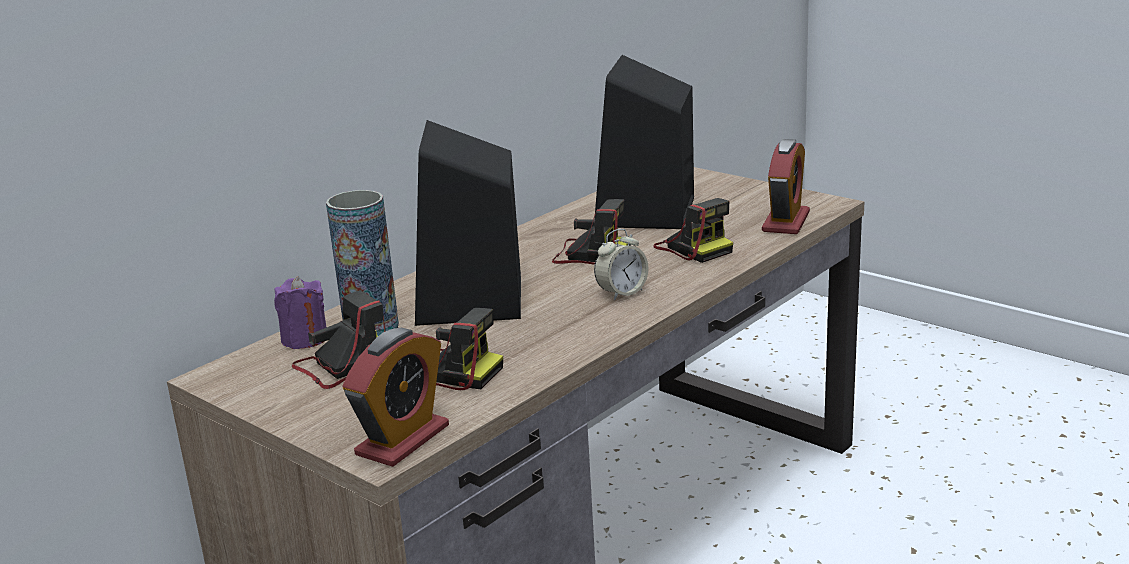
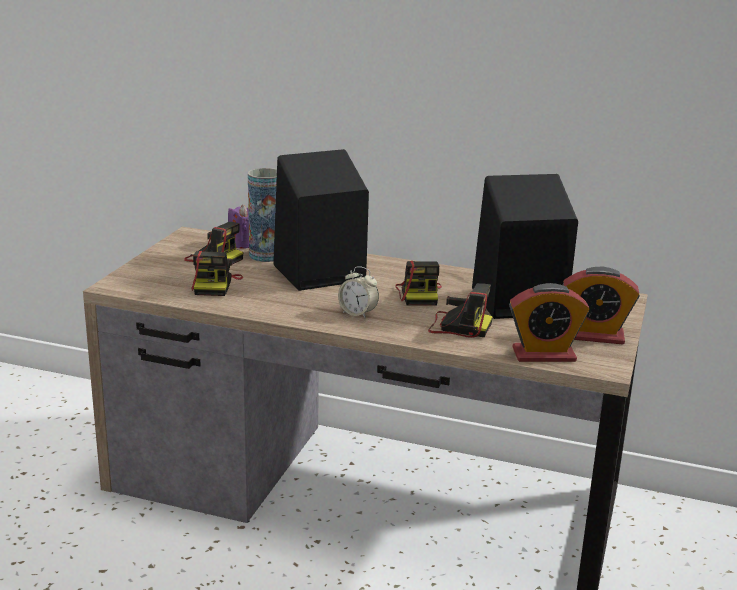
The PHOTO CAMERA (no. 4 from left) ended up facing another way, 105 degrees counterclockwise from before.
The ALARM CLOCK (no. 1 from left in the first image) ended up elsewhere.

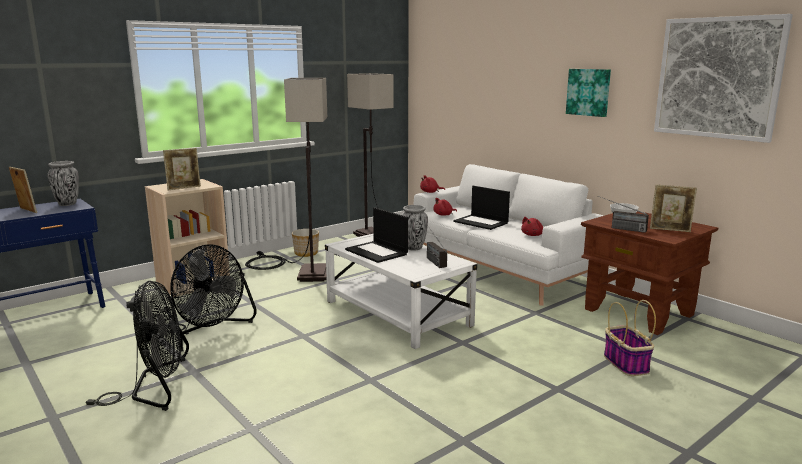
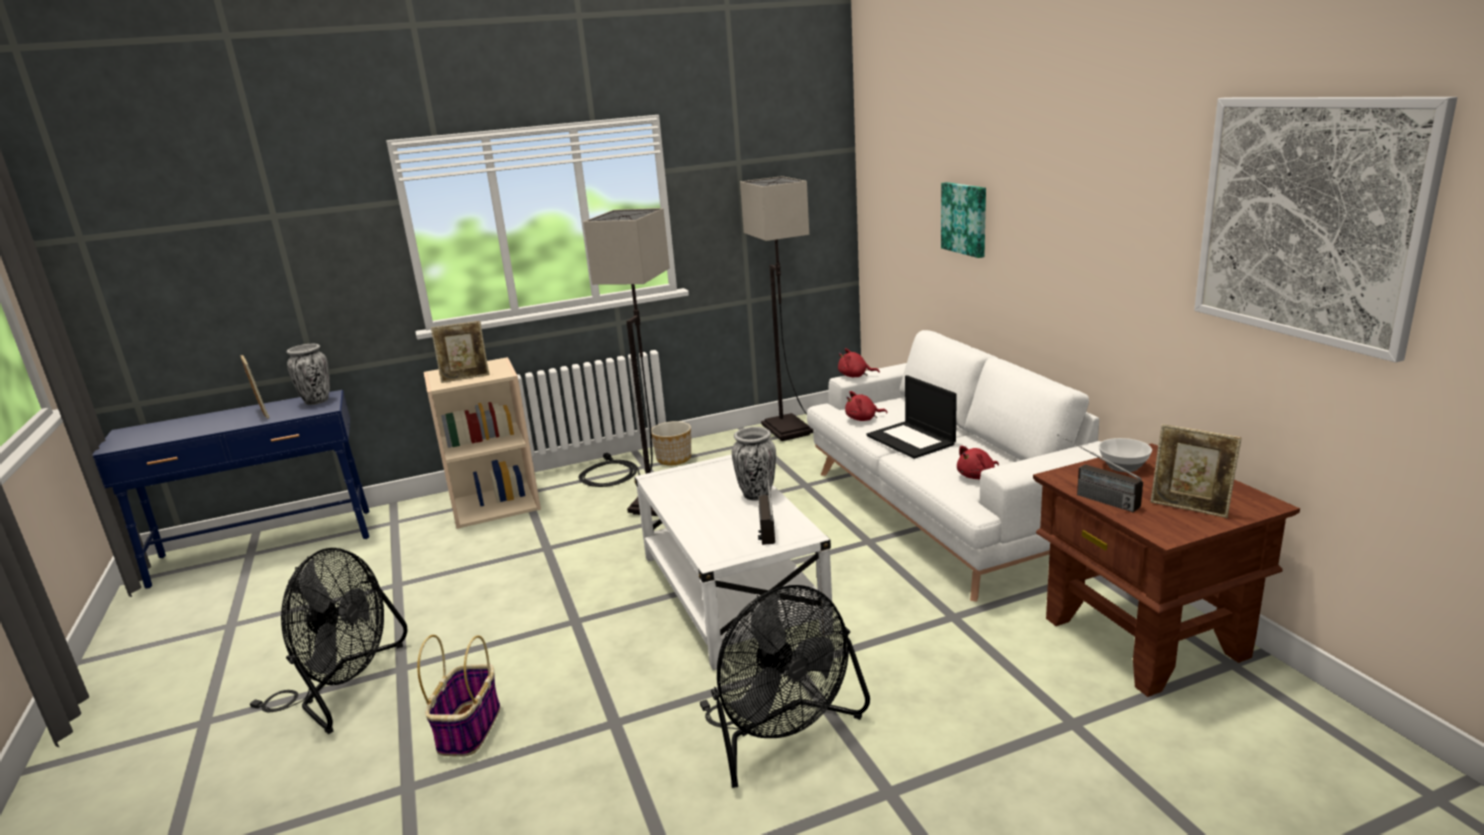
The PICTURE (no. 1 from left) ended up elsewhere.
The second view lost the LAPTOP (no. 1 from left).
The BLACK FAN (no. 2 from left) ended up elsewhere.
The BASKET ended up elsewhere.

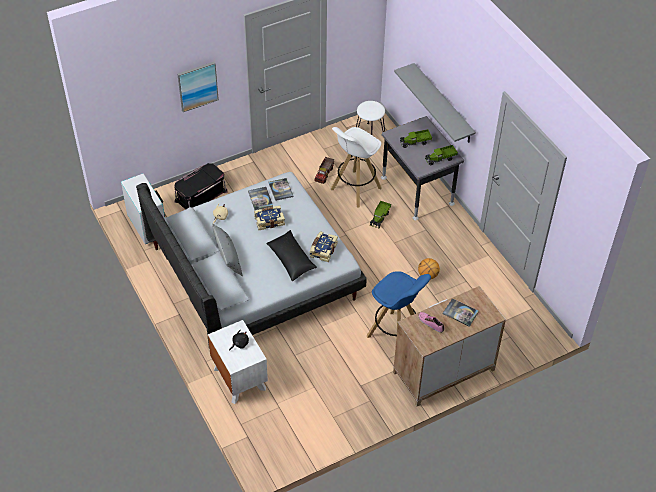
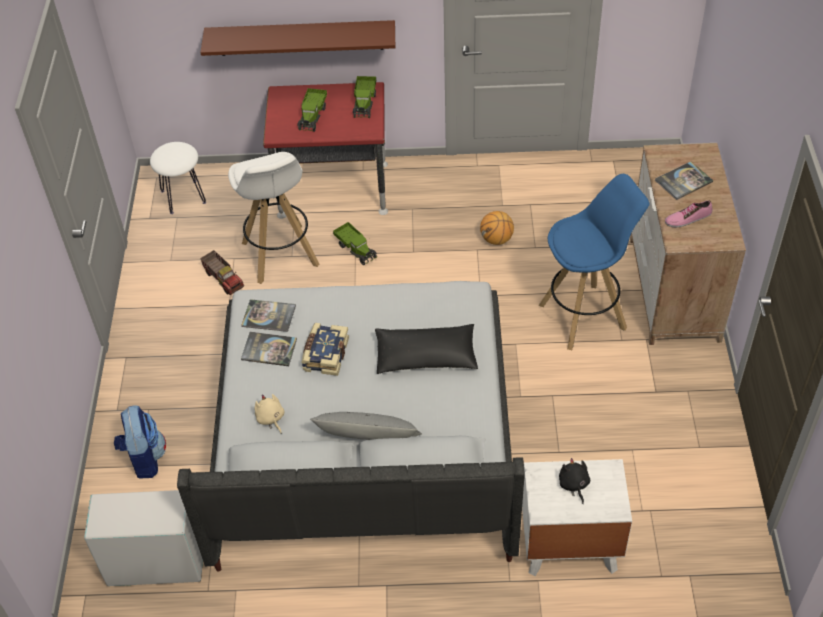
The second view lost the PICTURE.
What was the GREY SHELF turned into the BROWN SHELF.
What was the GREY DESK turned into the RED DESK.
Where the BLACK STORAGE BOX stood, the BACKPACK came to stand.
The second view lost the BOOK (no. 4 from left).

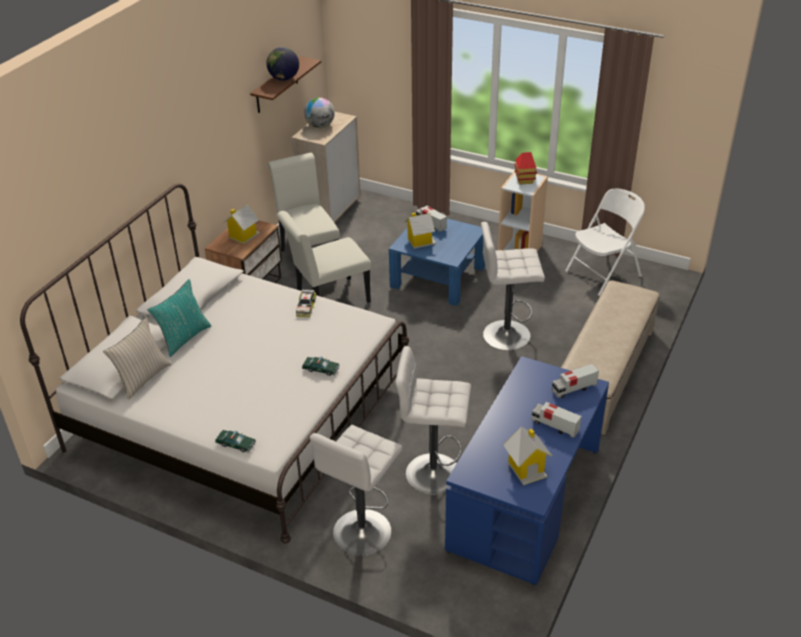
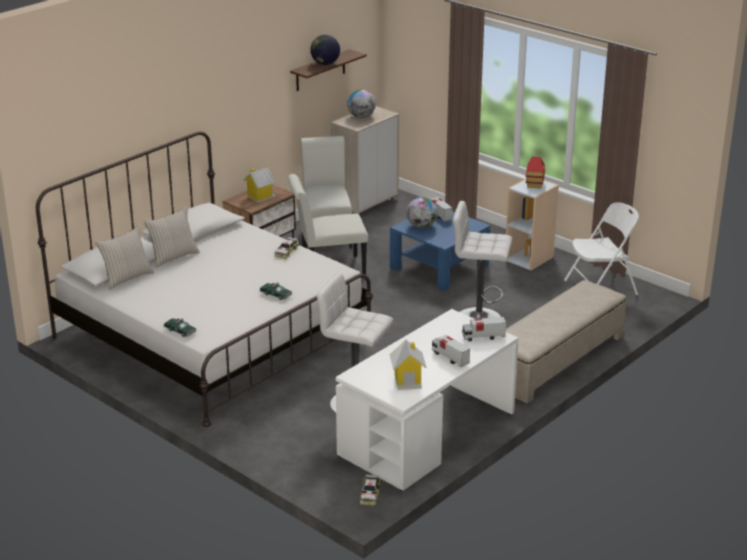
Where the TOY HOUSE (no. 2 from left) stood, the GLOBE (no. 3 from left) came to stand.
What was the TURQUOISE PILLOW turned into the BEIGE PILLOW (no. 2 from left).
What was the BLUE DESK turned into the WHITE DESK.
The second view lost the WHITE STOOL (no. 1 from left).
The second view gained the TOY CAR (no. 4 from left).

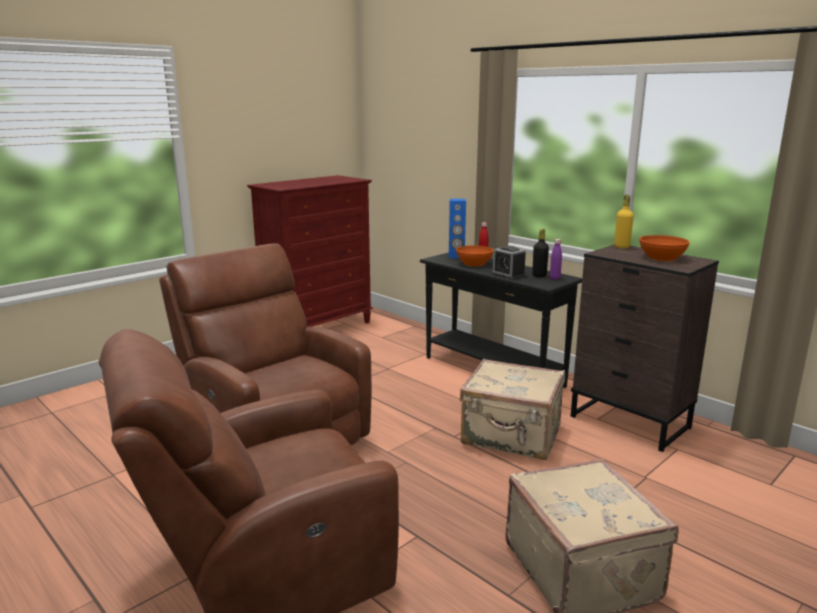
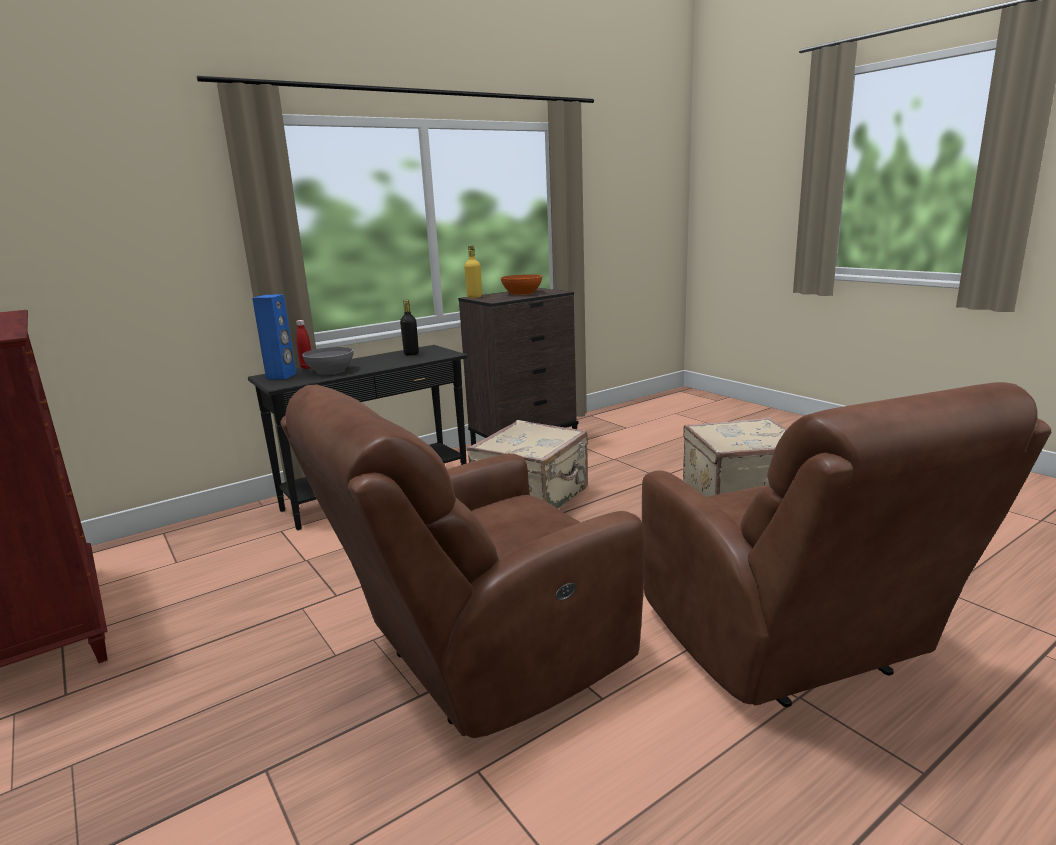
The second view lost the PURPLE BOTTLE.
What was the ORANGE BOWL (no. 1 from left) turned into the GREY BOWL.
The second view lost the ALARM CLOCK.

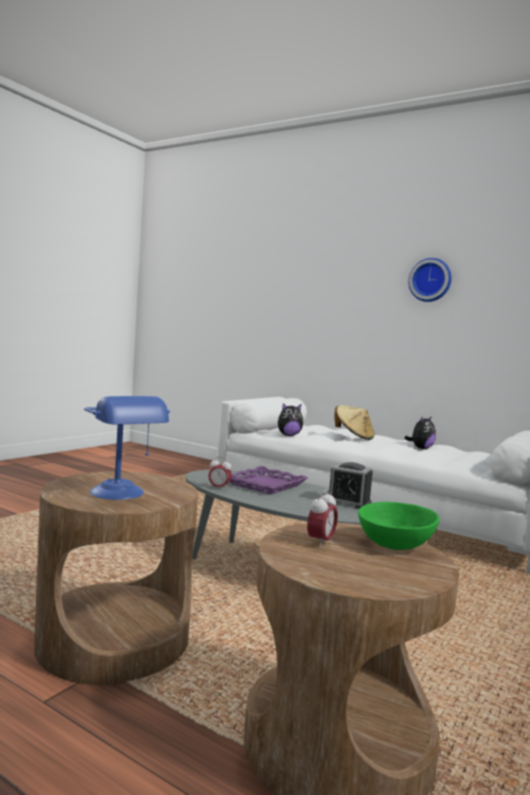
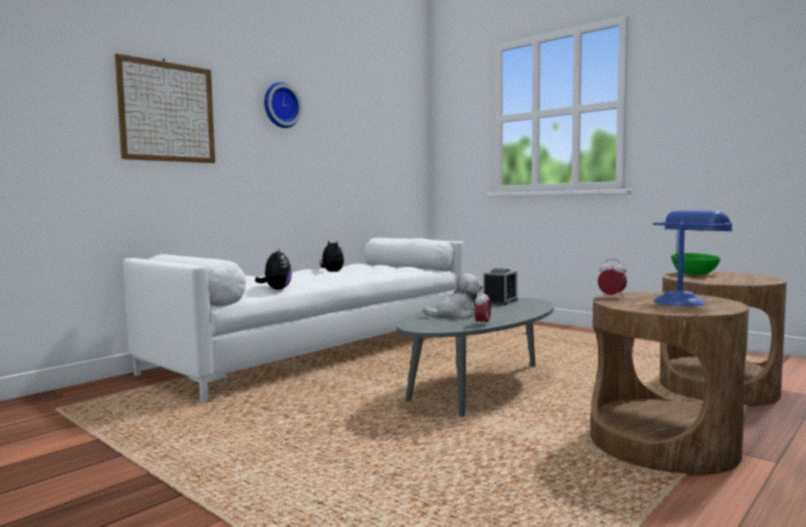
The second view lost the BEIGE HAT.
Where the PURPLE TRAY stood, the PLUSH TOY (no. 3 from left) came to stand.
The ALARM CLOCK (no. 2 from left in the first image) ended up elsewhere.
The second view gained the PICTURE.

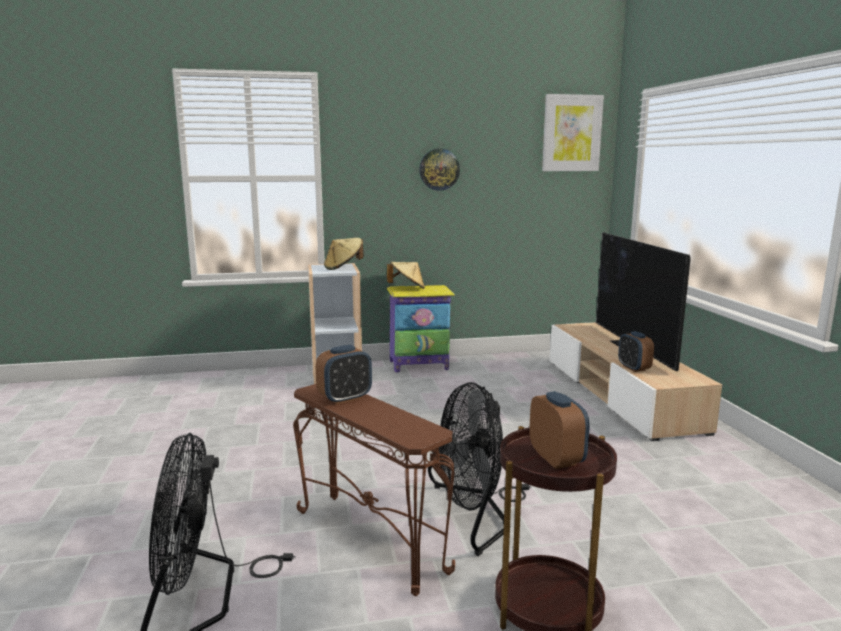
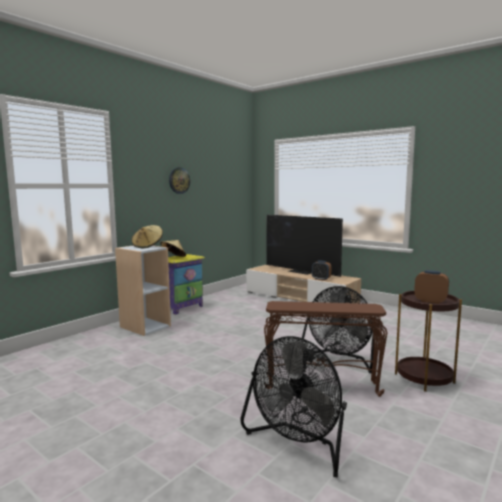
The second view lost the PICTURE.
The second view lost the ALARM CLOCK (no. 1 from left).

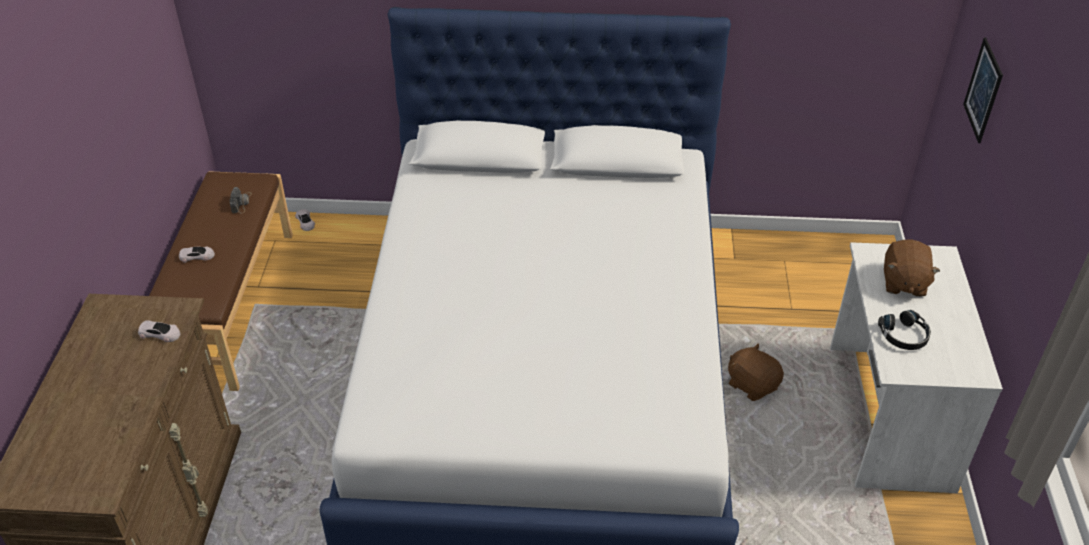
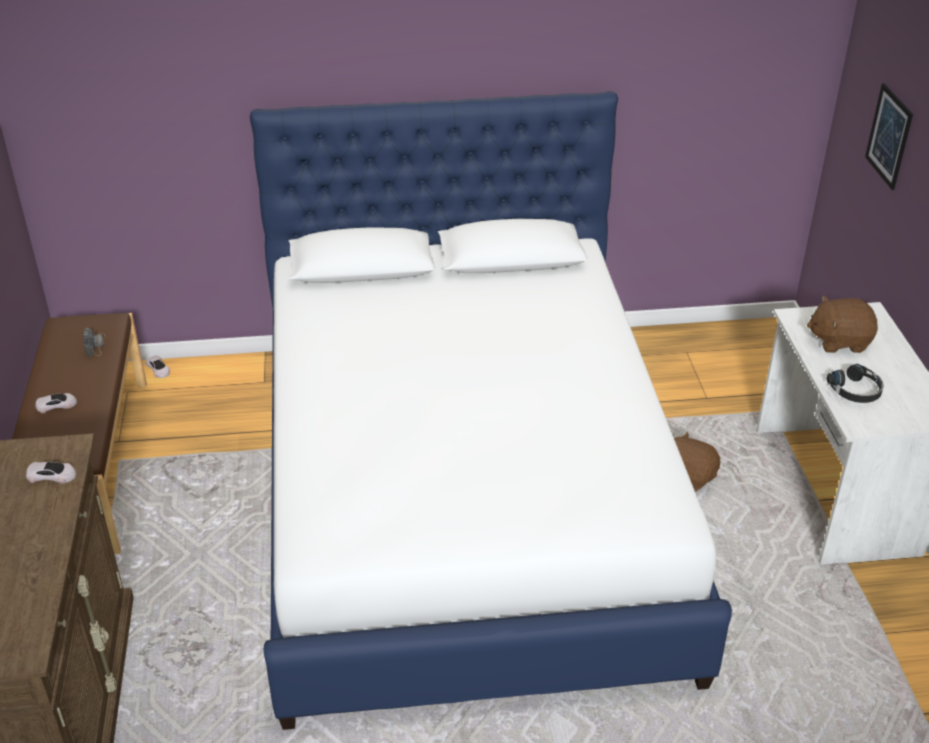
The BROWN PLUSH TOY (no. 2 from left) ended up facing another way, 90 degrees clockwise from before.

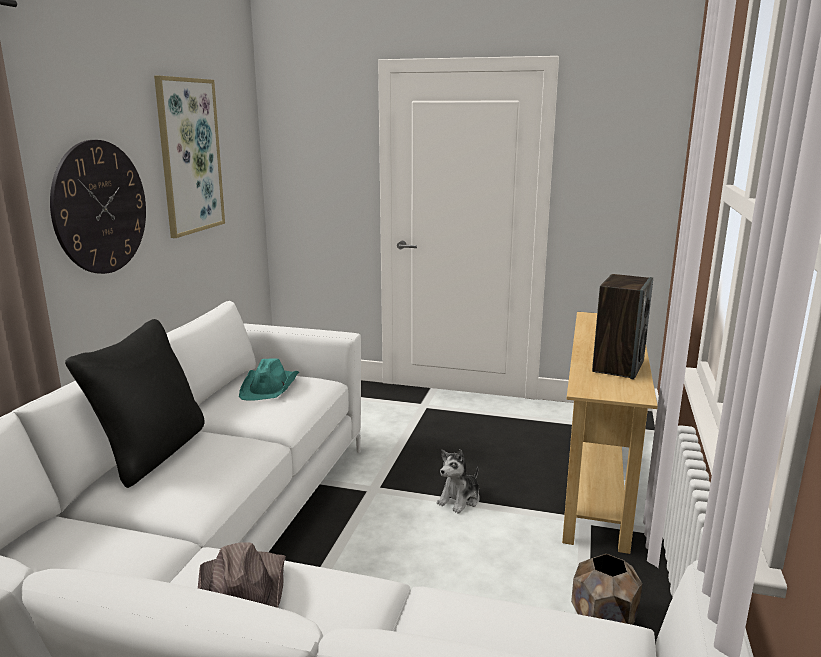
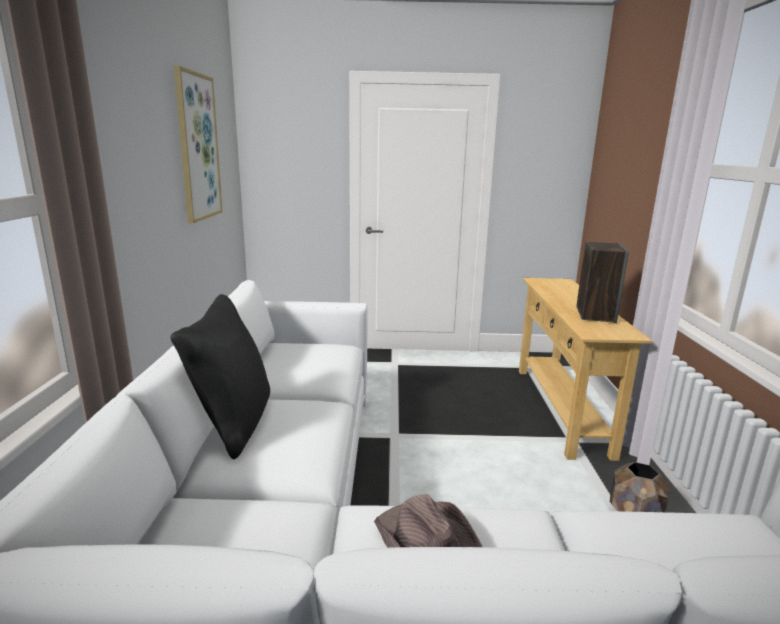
The second view lost the WALL CLOCK.
The second view lost the TURQUOISE HAT.
The second view lost the PLUSH TOY.

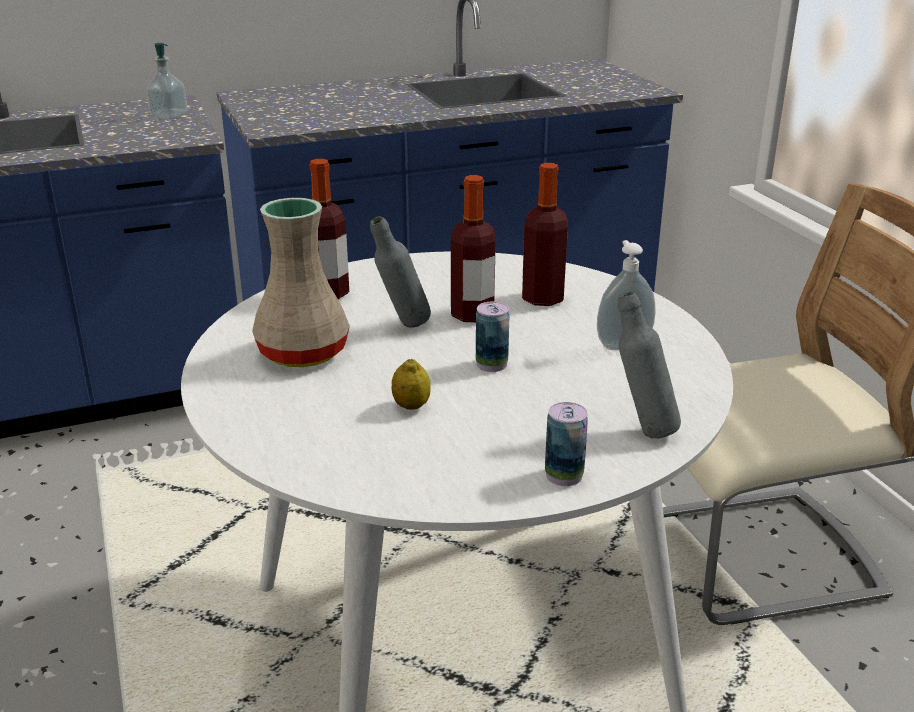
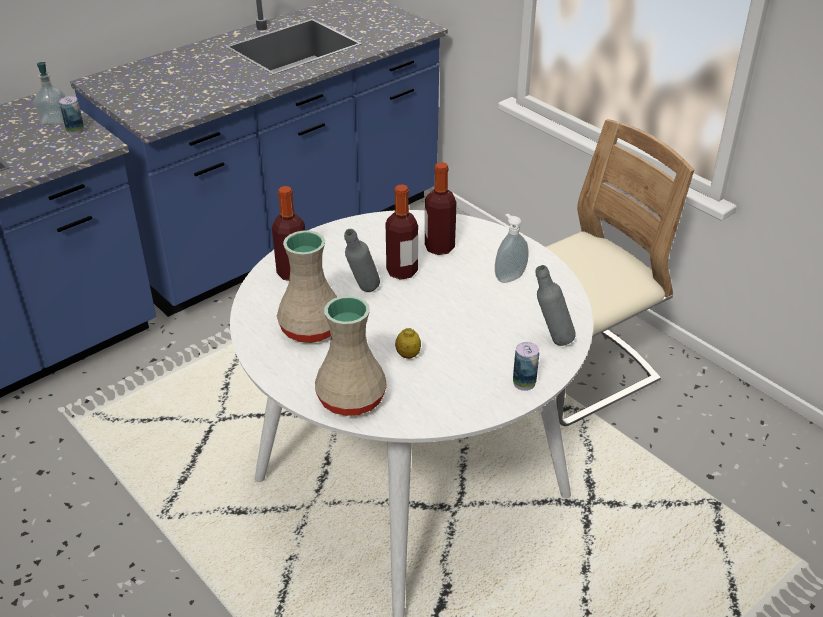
The CAN (no. 1 from left) ended up elsewhere.
The second view gained the BEIGE VASE (no. 2 from left).

